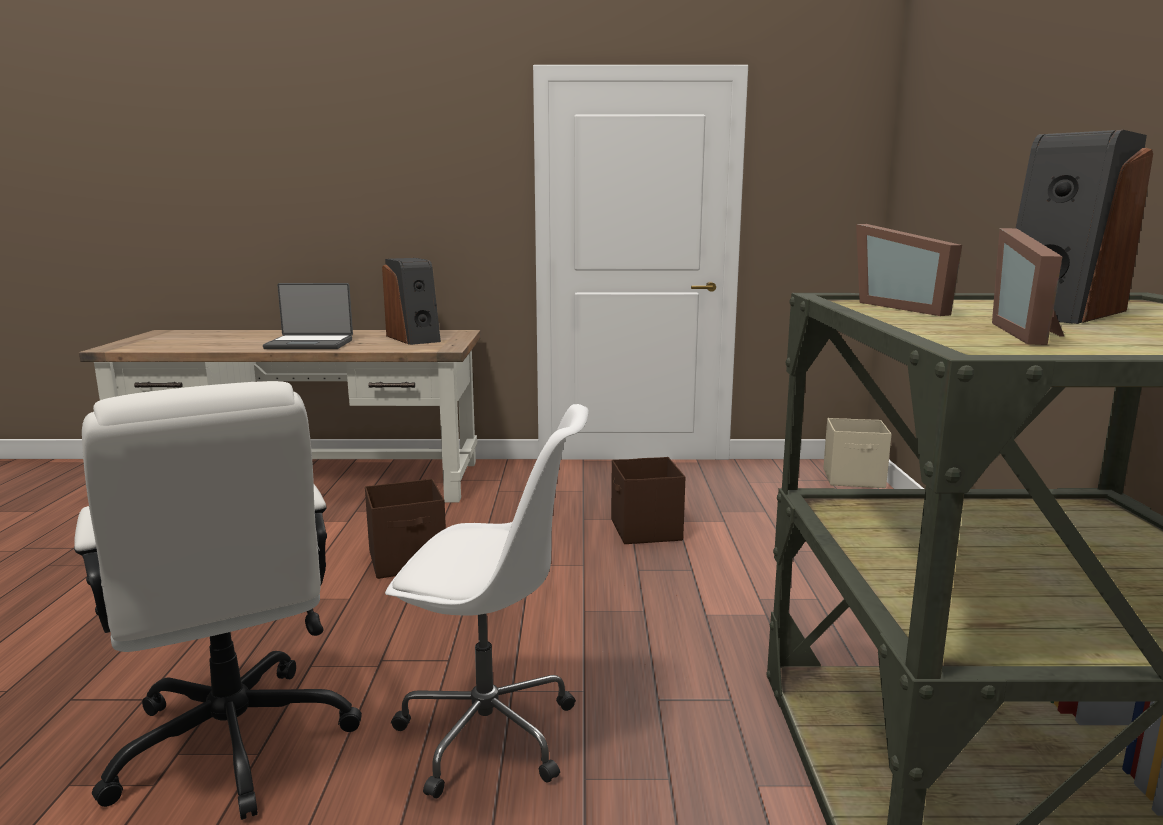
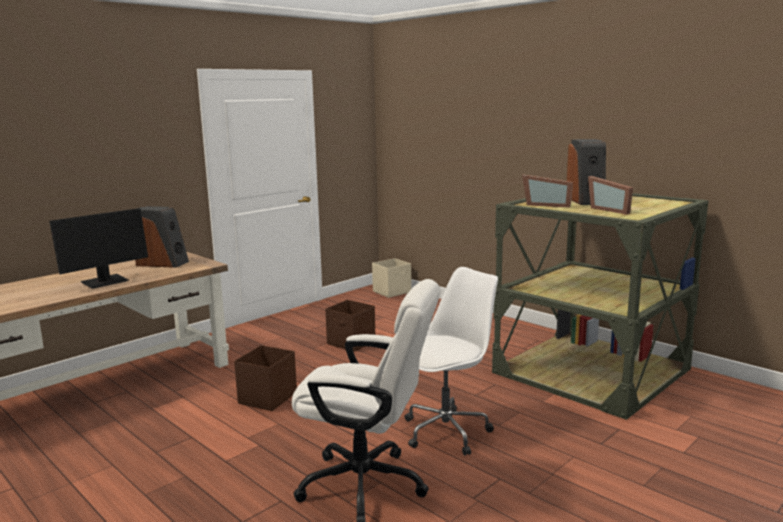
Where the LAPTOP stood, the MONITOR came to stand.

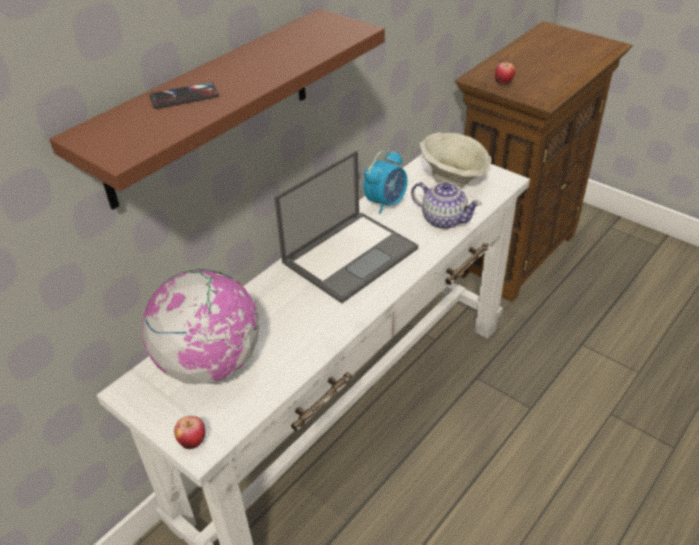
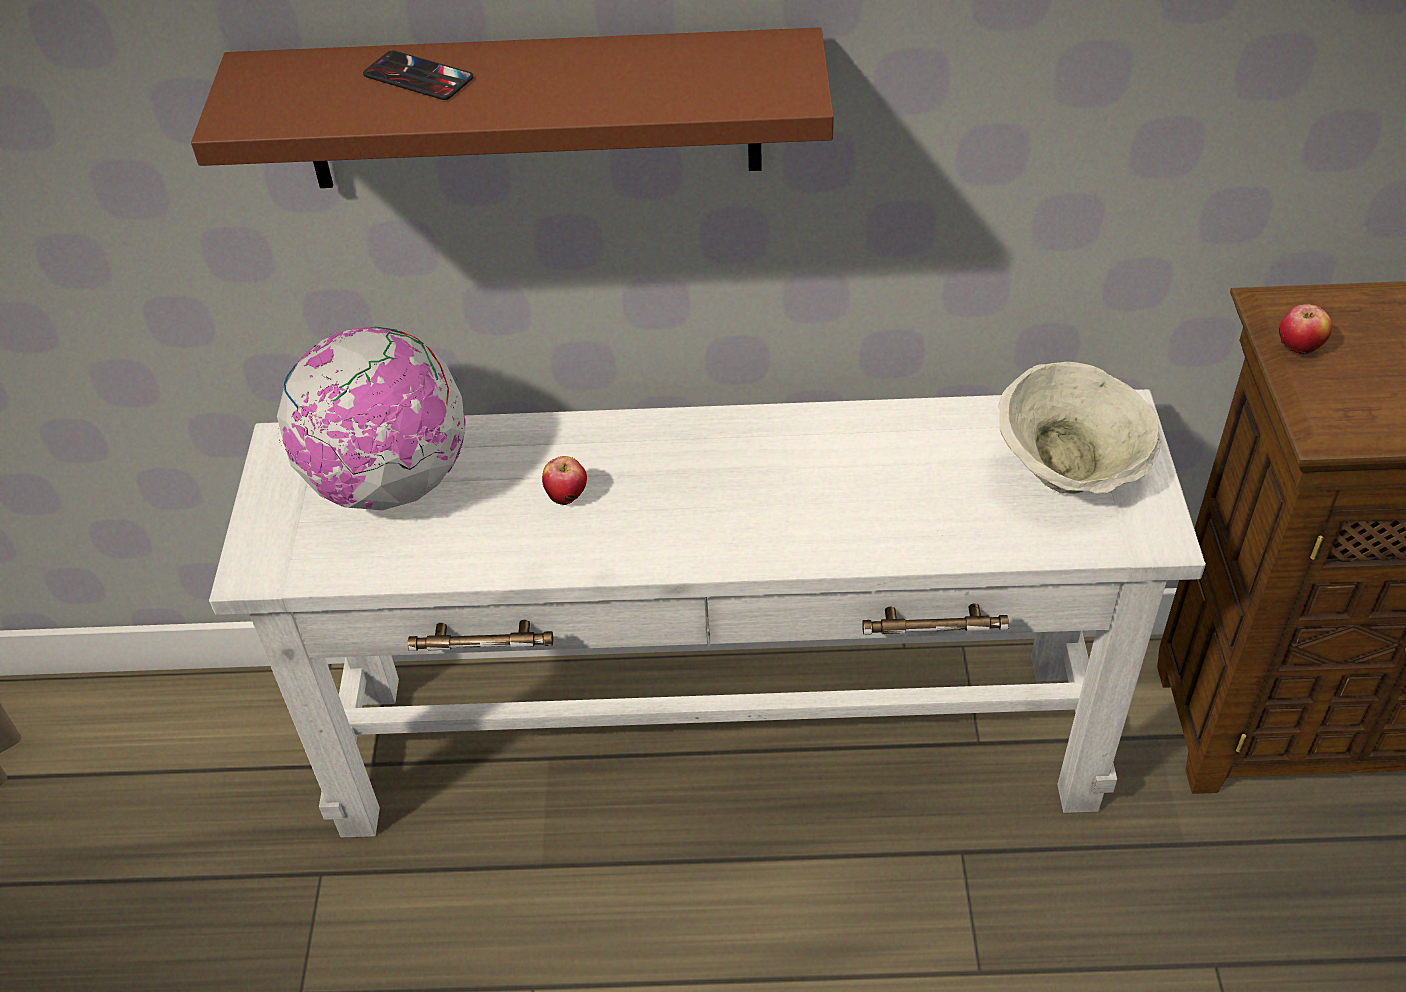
The second view lost the LAPTOP.
The second view lost the ALARM CLOCK.
The second view lost the TEAPOT.
The APPLE (no. 1 from left) ended up elsewhere.

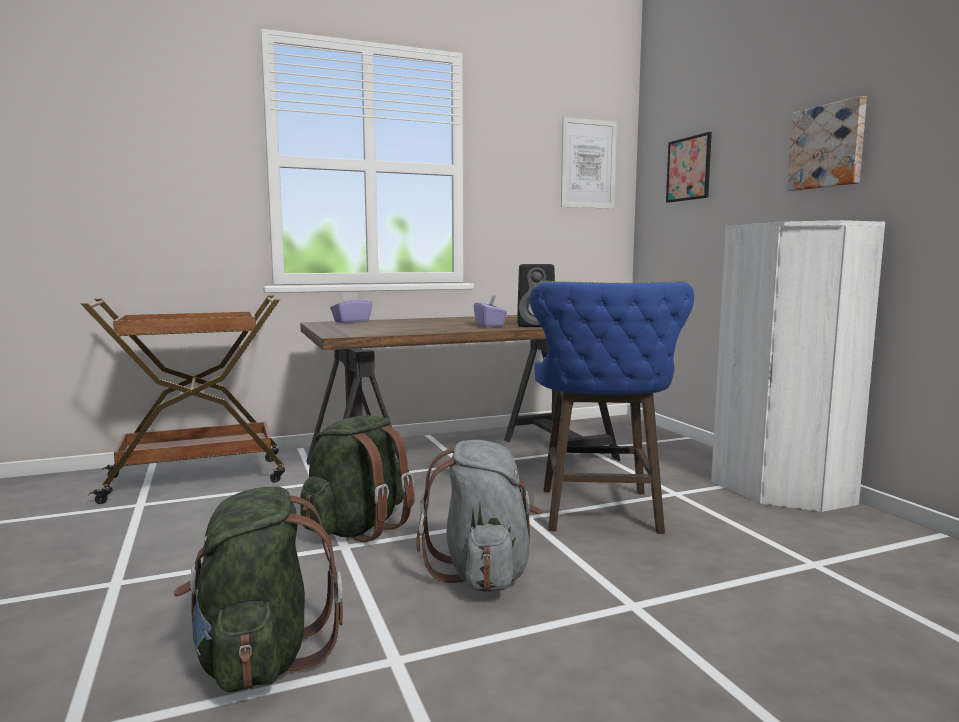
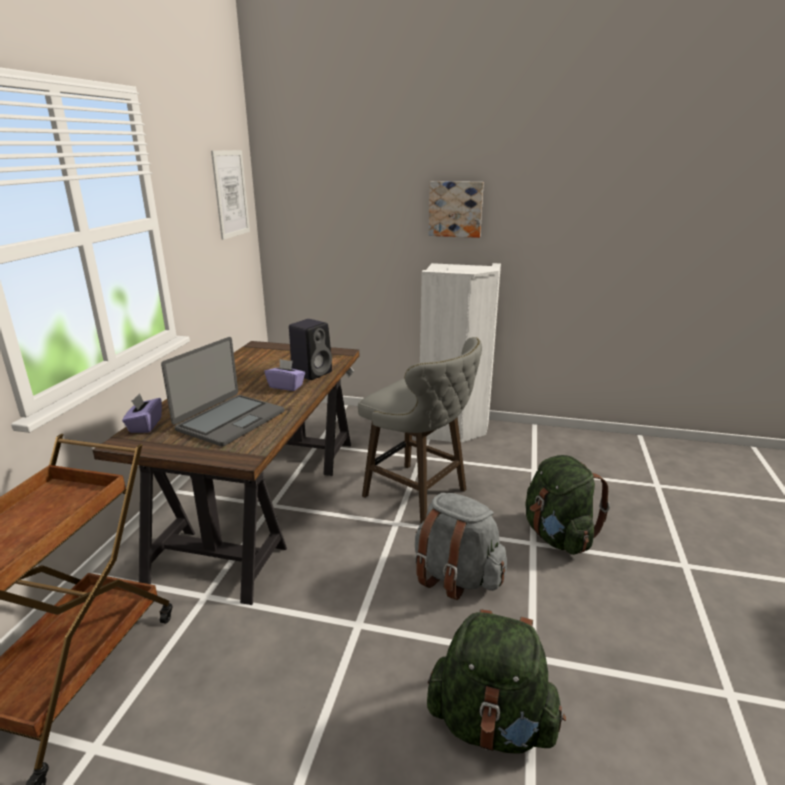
The second view lost the PICTURE (no. 2 from left).
What was the BLUE STOOL turned into the GREY STOOL.
The GREEN BACKPACK (no. 2 from left) ended up elsewhere.
The second view gained the LAPTOP.

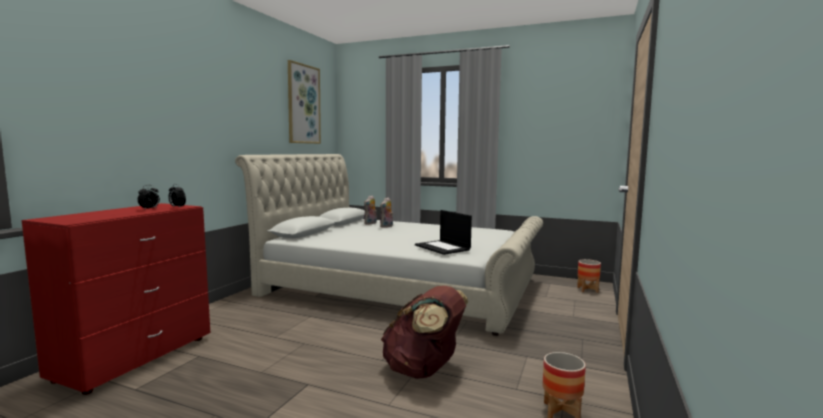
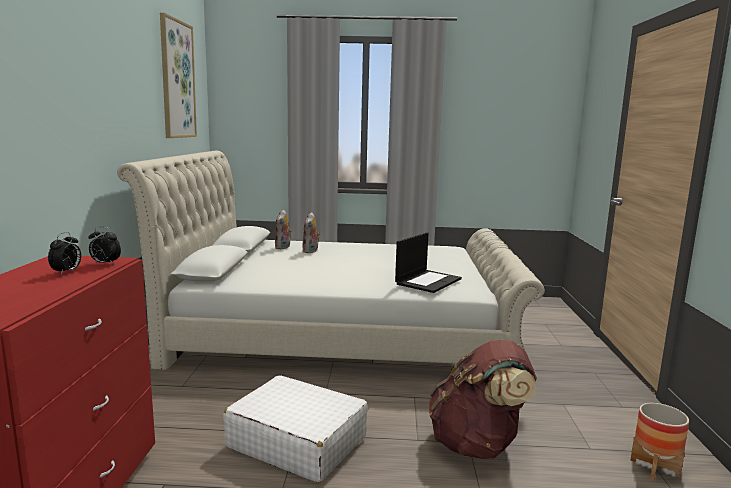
The LAPTOP ended up facing another way, 90 degrees counterclockwise from before.
The second view lost the PLANTER (no. 2 from left).
The second view gained the WHITE SUITCASE.

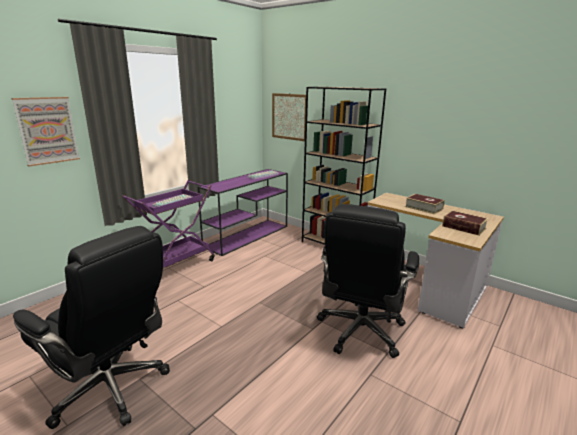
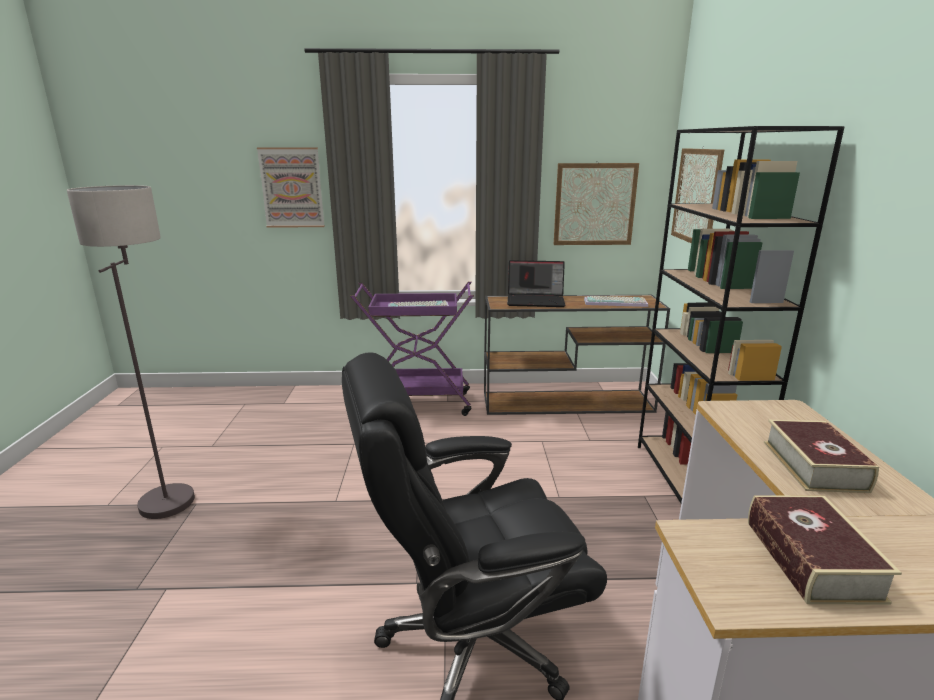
What was the PURPLE CONSOLE TABLE turned into the BROWN CONSOLE TABLE.
Where the BLACK OFFICE CHAIR (no. 1 from left) stood, the GREY FLOOR LAMP came to stand.
The second view gained the PICTURE (no. 2 from left).
The second view gained the LAPTOP.

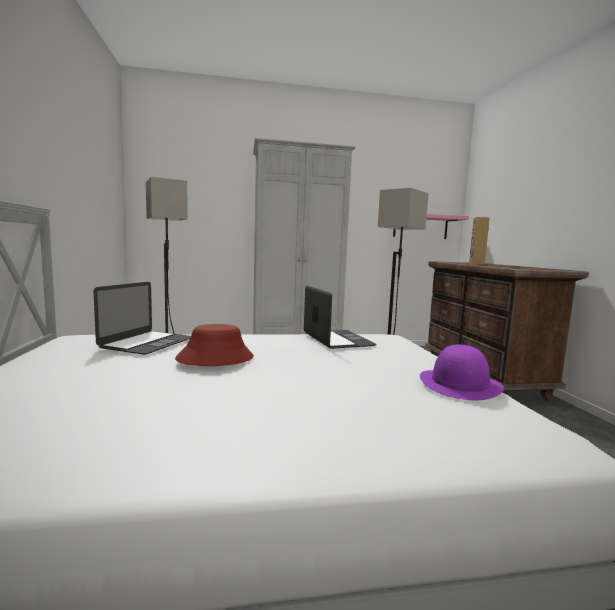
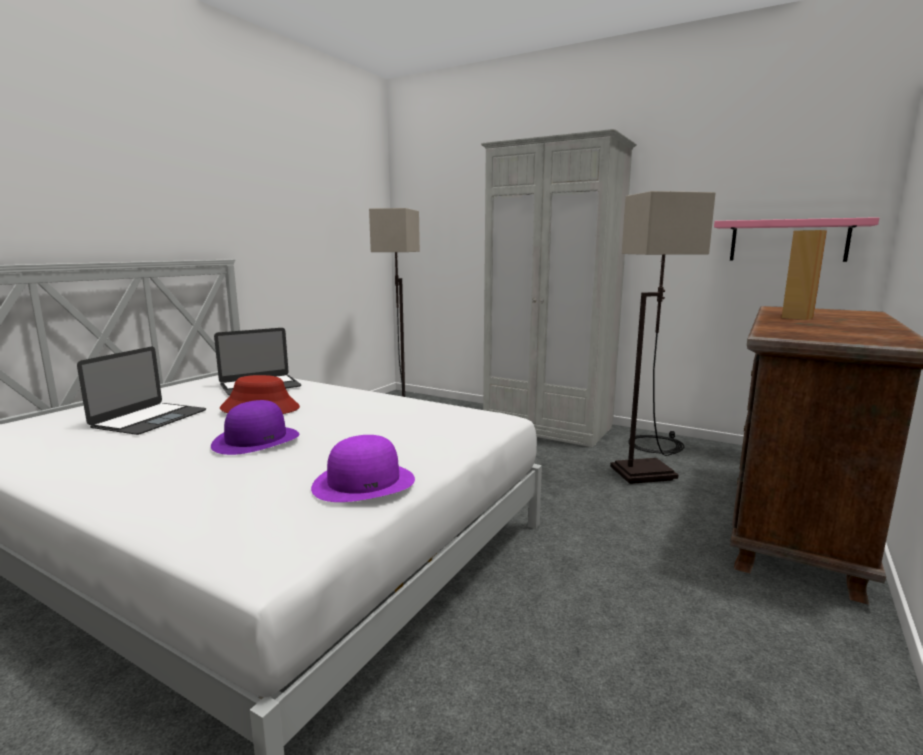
The LAPTOP (no. 2 from left in the first image) ended up elsewhere.
The second view gained the PURPLE HAT (no. 1 from left).

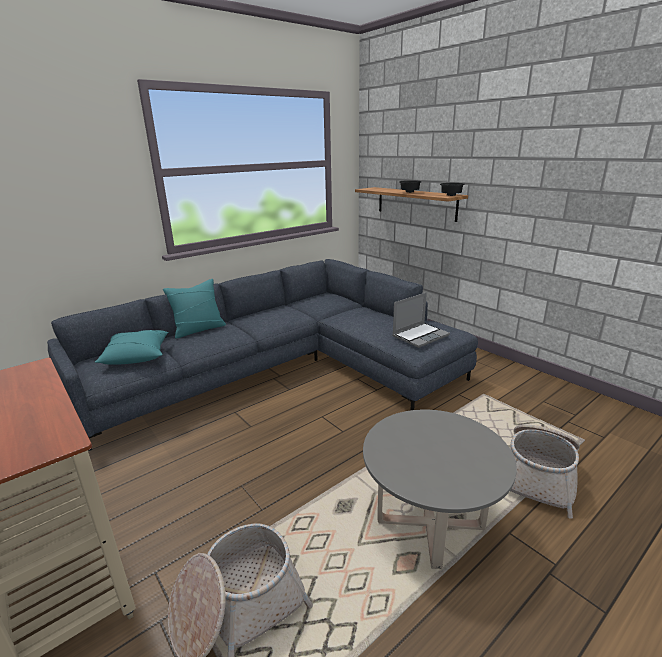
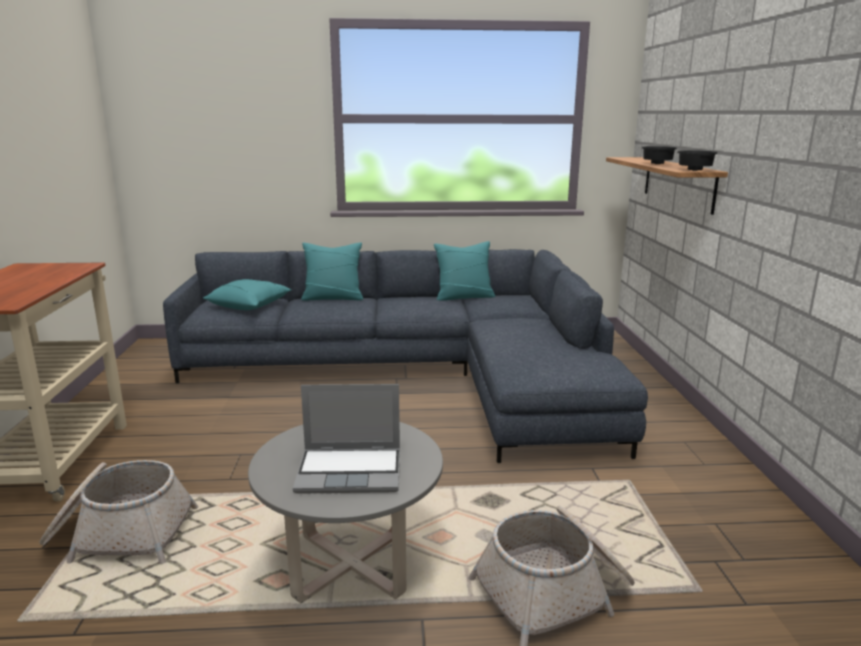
The LAPTOP ended up elsewhere.
The second view gained the TURQUOISE PILLOW (no. 3 from left).

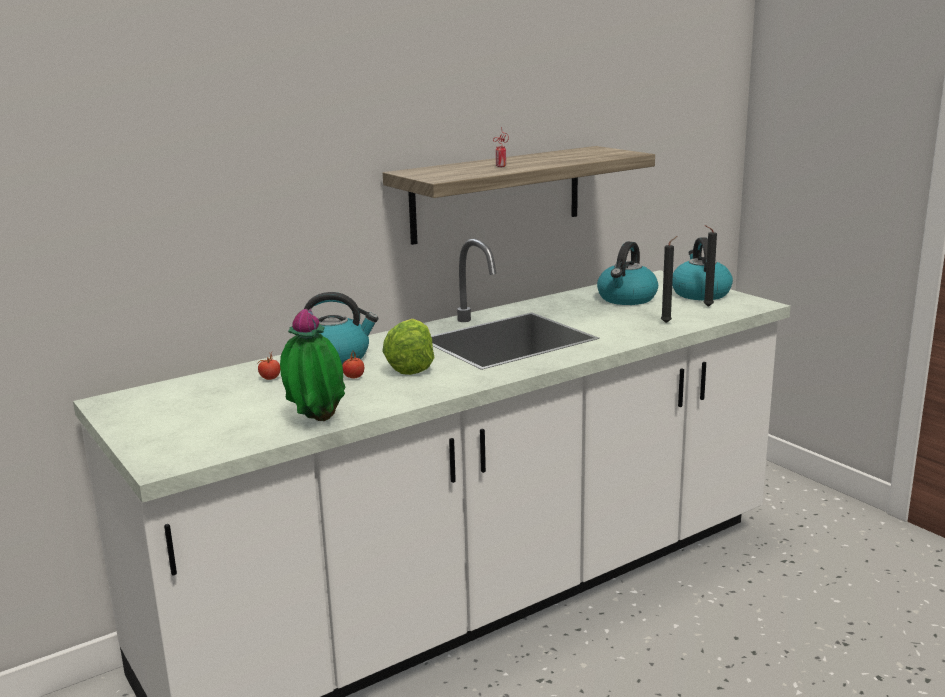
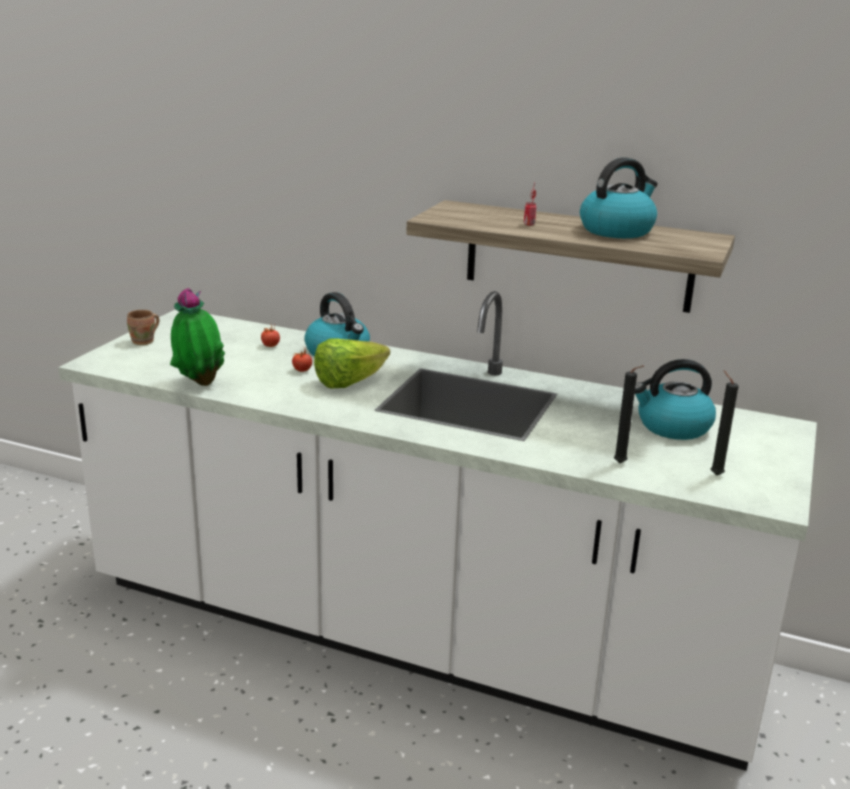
The KETTLE (no. 3 from left in the first image) ended up elsewhere.
The second view gained the BROWN MUG.

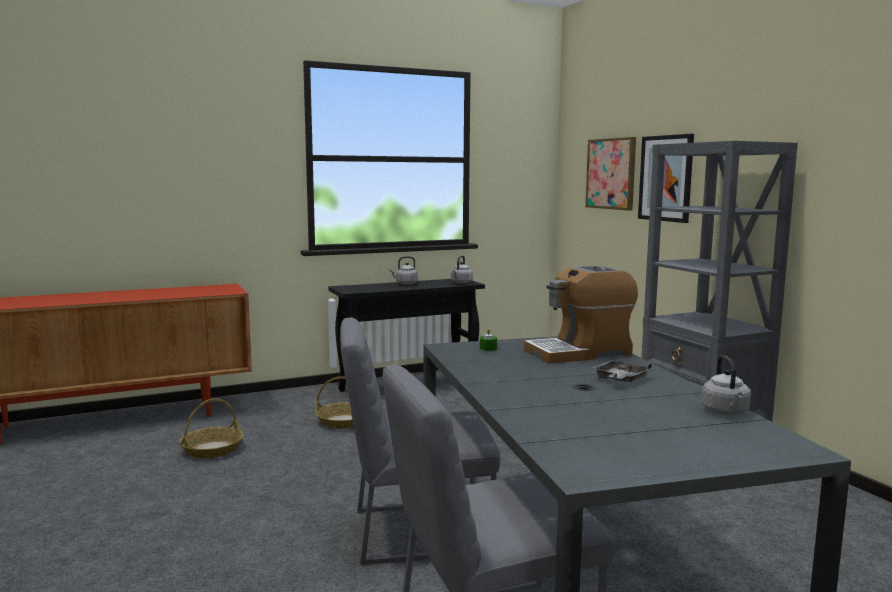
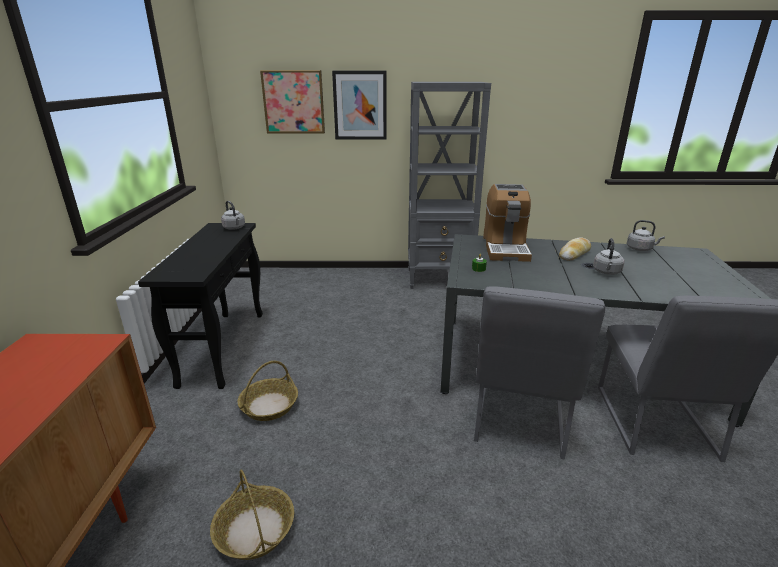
The GREY KETTLE (no. 1 from left in the first image) ended up elsewhere.
Where the GREY TRAY stood, the BREAD came to stand.

